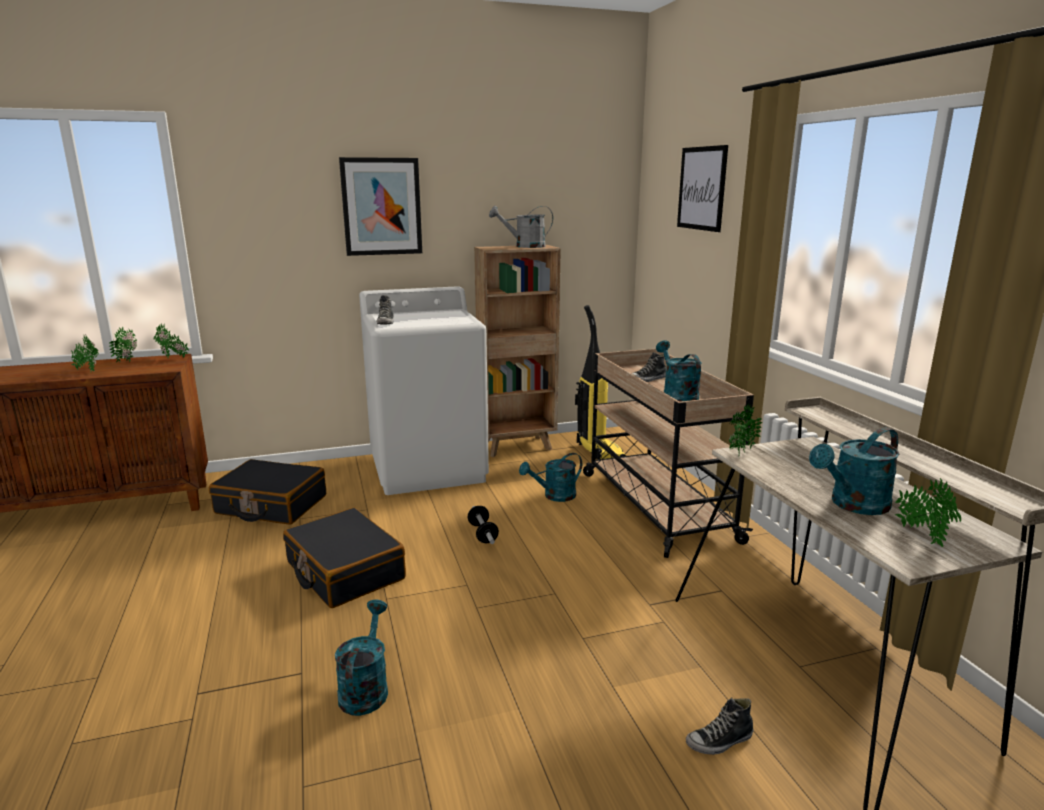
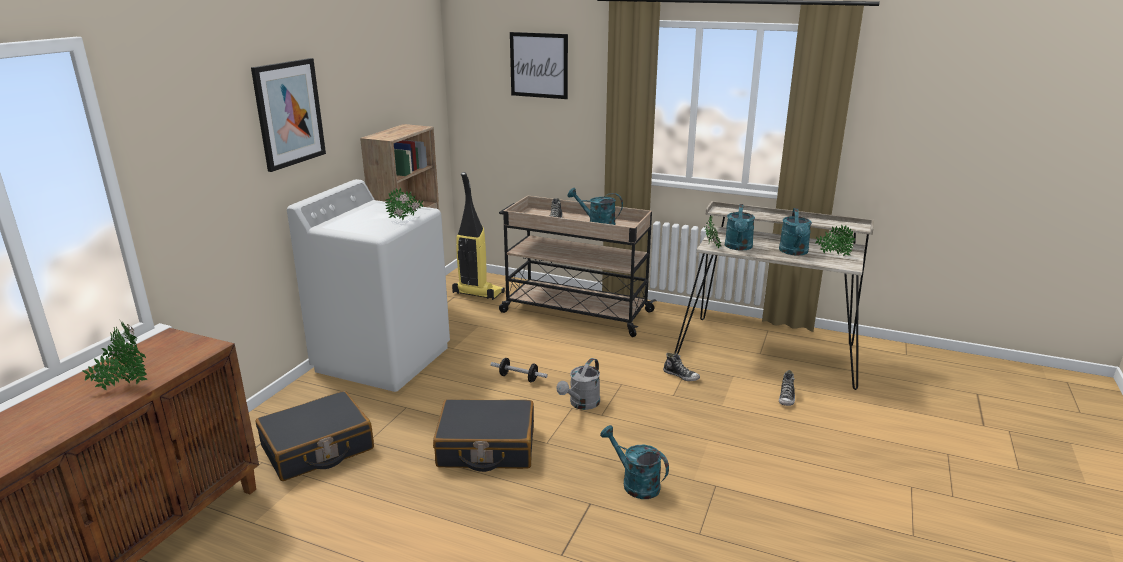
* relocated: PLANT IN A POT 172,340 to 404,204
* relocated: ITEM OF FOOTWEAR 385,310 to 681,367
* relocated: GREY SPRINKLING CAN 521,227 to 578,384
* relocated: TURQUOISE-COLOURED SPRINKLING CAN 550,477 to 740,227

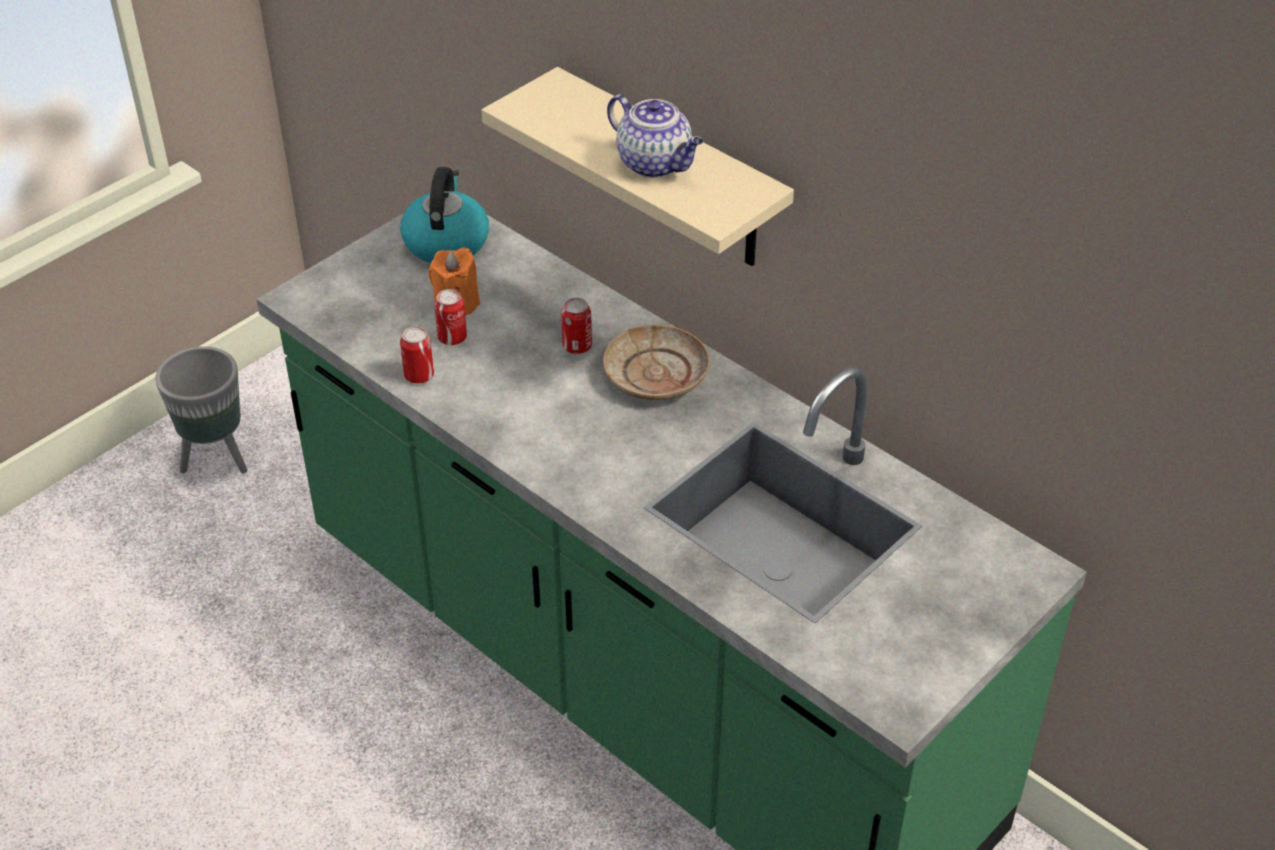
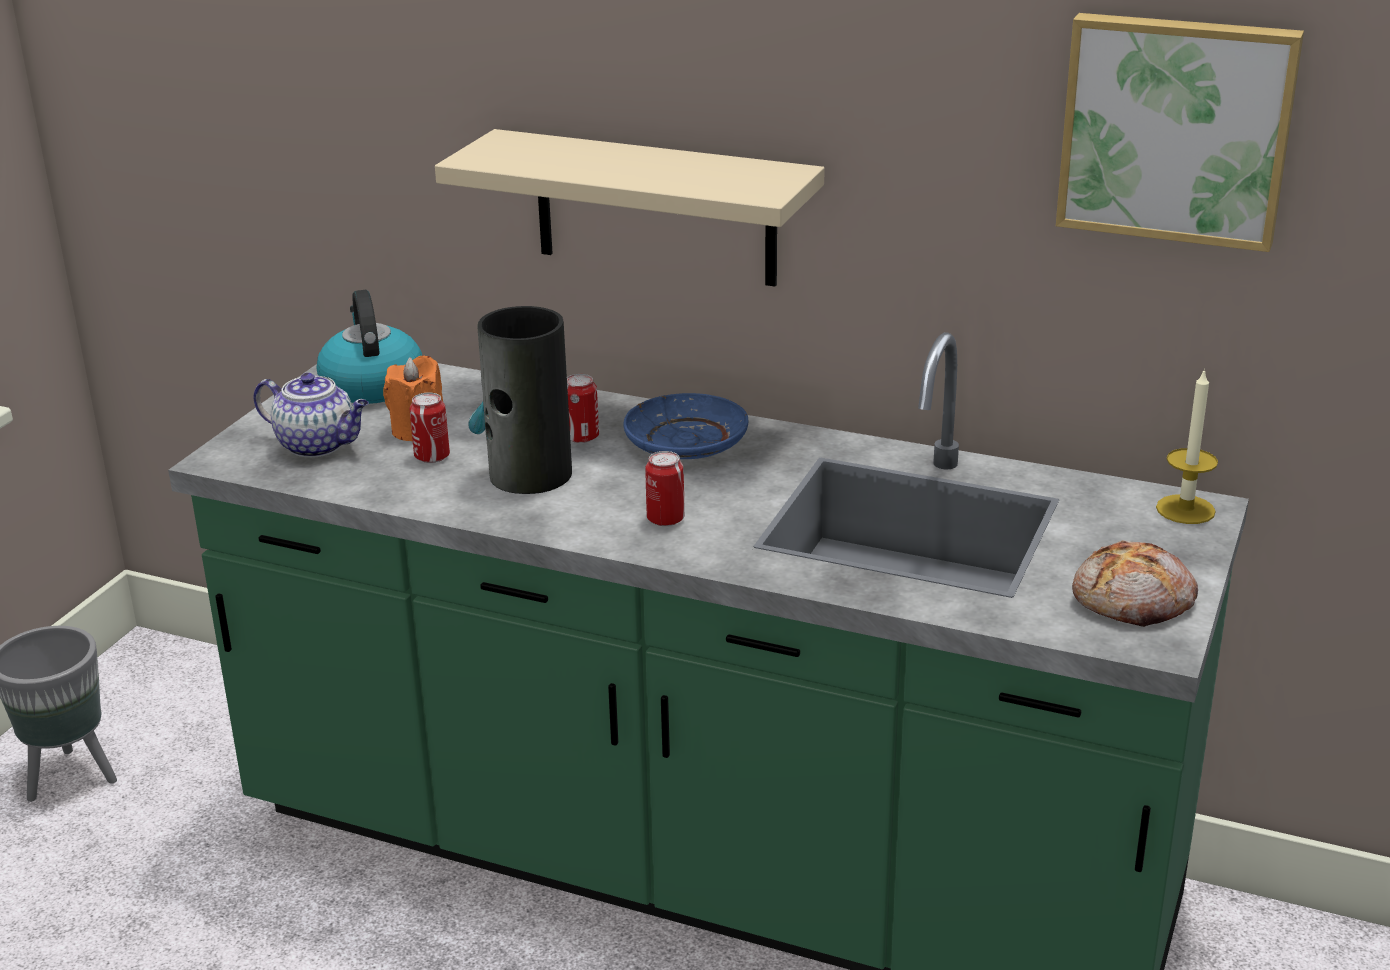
* appeared: DECORATIVE VASE 520,400
* appeared: PICTURE 1180,132
* appeared: BAKED BREAD 1135,583
* appeared: WAX CANDLE 1187,446
* relocated: METAL CAN 417,355 to 665,488
* relocated: TEA POT 655,136 to 311,415
* colour: SAND-COLOURED PLATE 656,363 to BLUISH PLATE 685,426

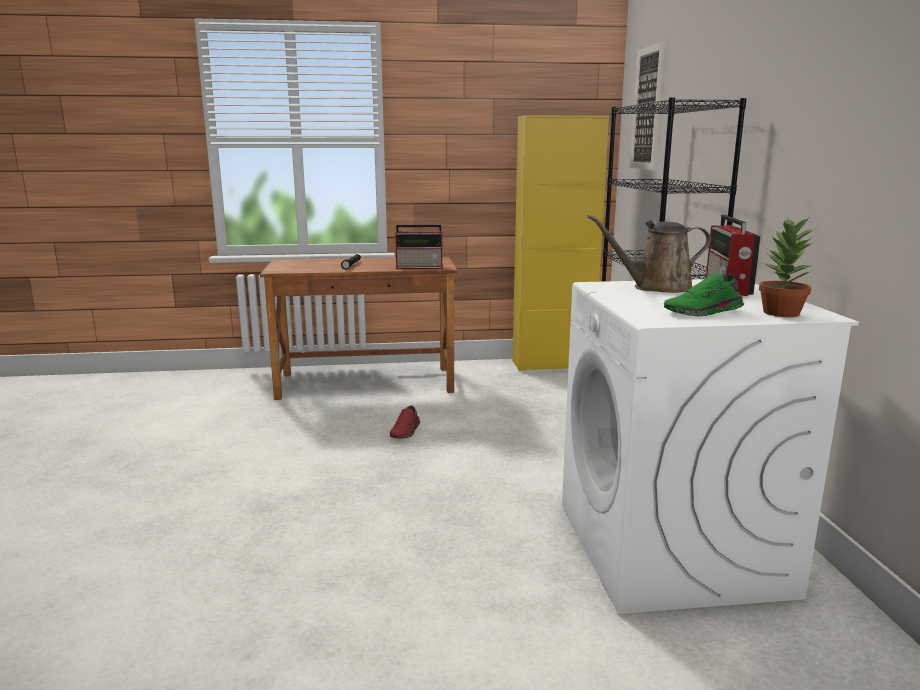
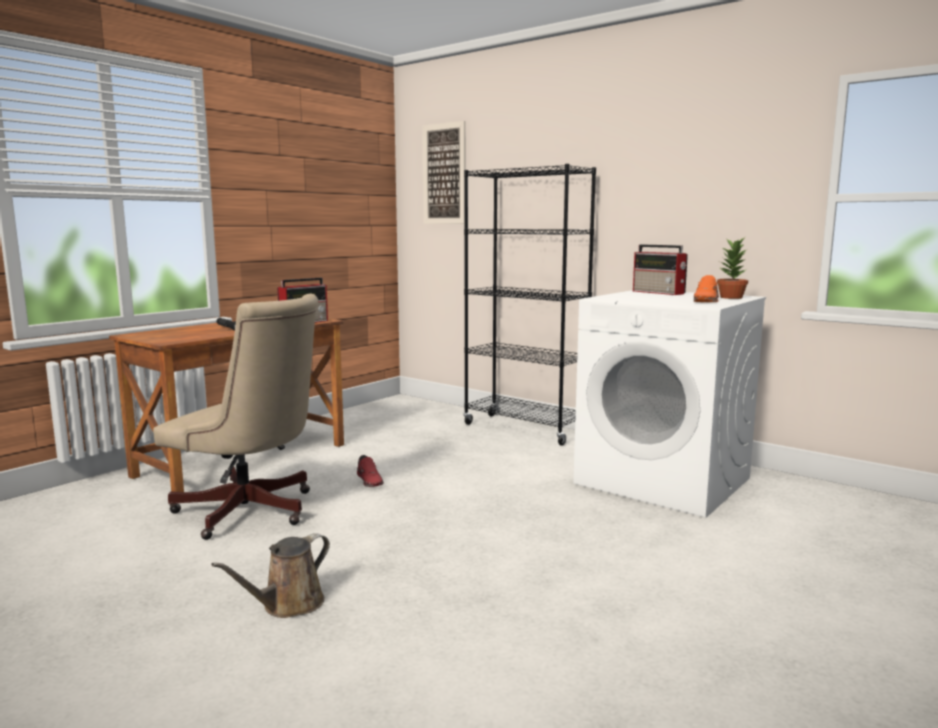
* missing: YELLOW-COLOURED CUPBOARD 560,243
* appeared: SAND-COLOURED OFFICE CHAIR 236,417
* relocated: BROWNISH SPRINKLING CAN 649,253 to 270,575
* colour: GREENISH ITEM OF FOOTWEAR 704,294 to ORANGEY ITEM OF FOOTWEAR 706,288

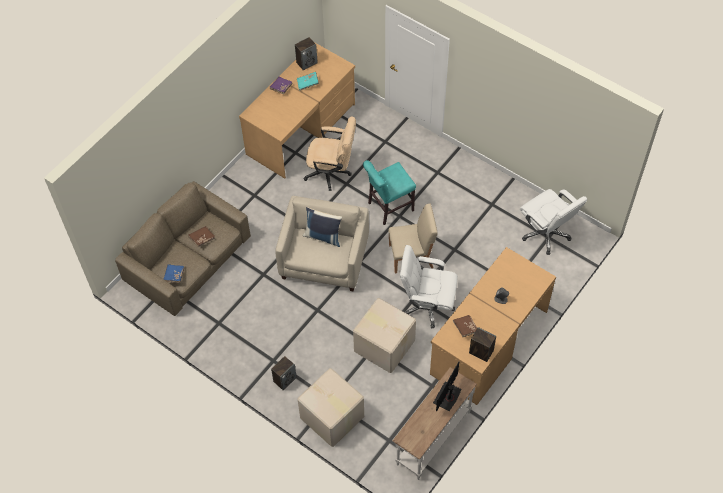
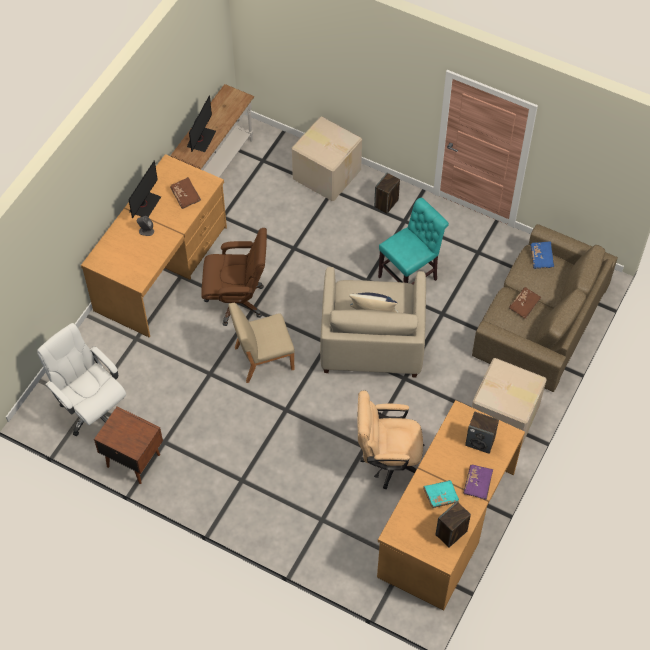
* appeared: BROWNISH NIGHT TABLE 128,445
* appeared: MONITOR 144,190
* relocated: PACKING BOX 384,335 to 509,402
* relocated: TURQUOISE-COLOURED UPRIGHT CHAIR 389,192 to 413,241
* relocated: LOUDSPEAKER 482,344 to 482,433
* colour: WHITISH OFFICE CHAIR 429,286 to BROWNISH OFFICE CHAIR 234,277

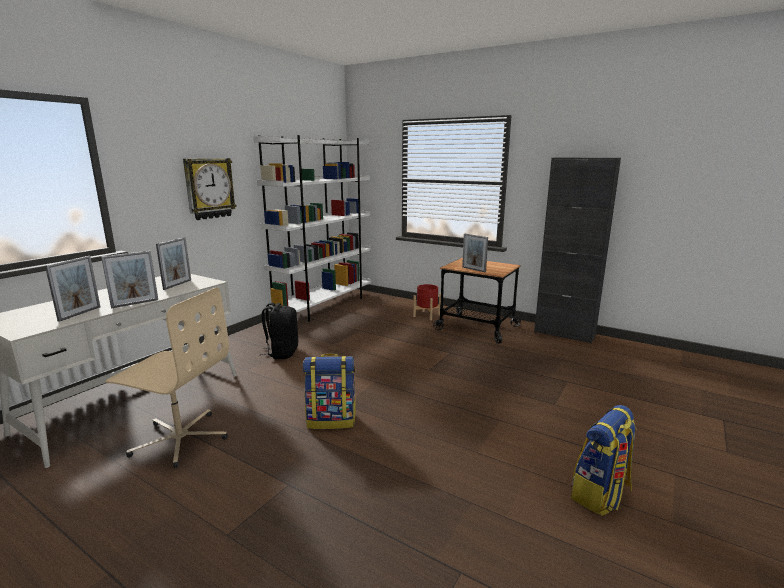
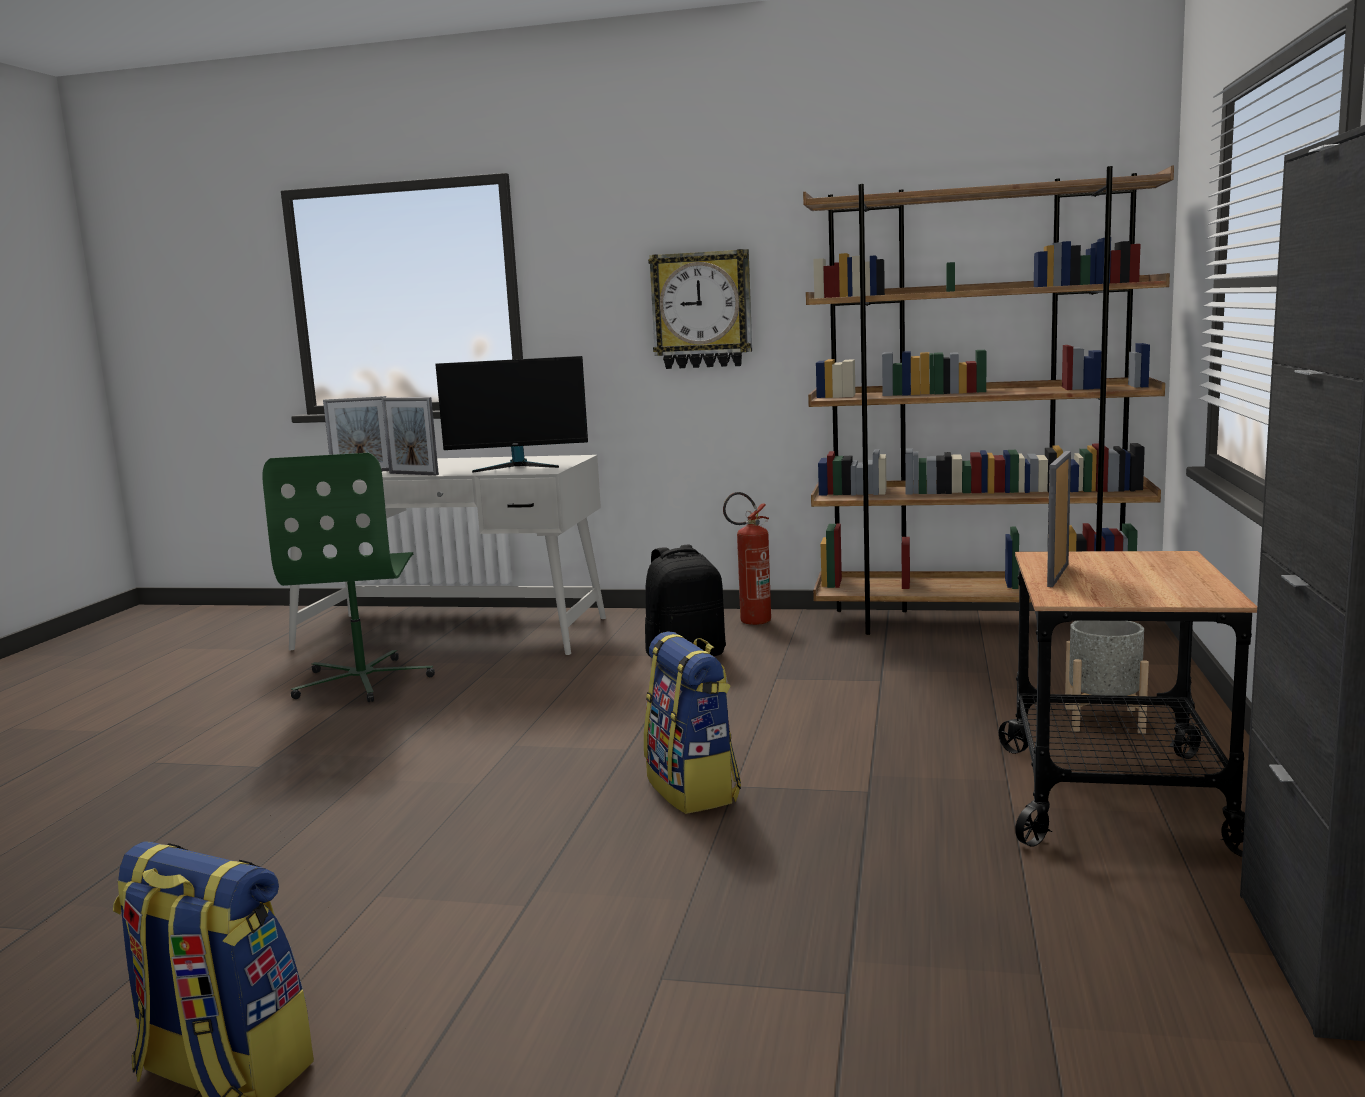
* appeared: FIRE EXTINGUISHER 747,558
* relocated: RUCKSACK 329,391 to 692,722
* exchanged: PICTURE FRAME 173,263 to MONITOR 511,414
* colour: SAND-COLOURED OFFICE CHAIR 167,377 to GREENISH OFFICE CHAIR 348,577
* colour: WHITISH BOOKSHELF 312,228 to BROWNISH BOOKSHELF 988,400
* colour: RED PLANT POT 427,302 to GREY PLANT POT 1107,676

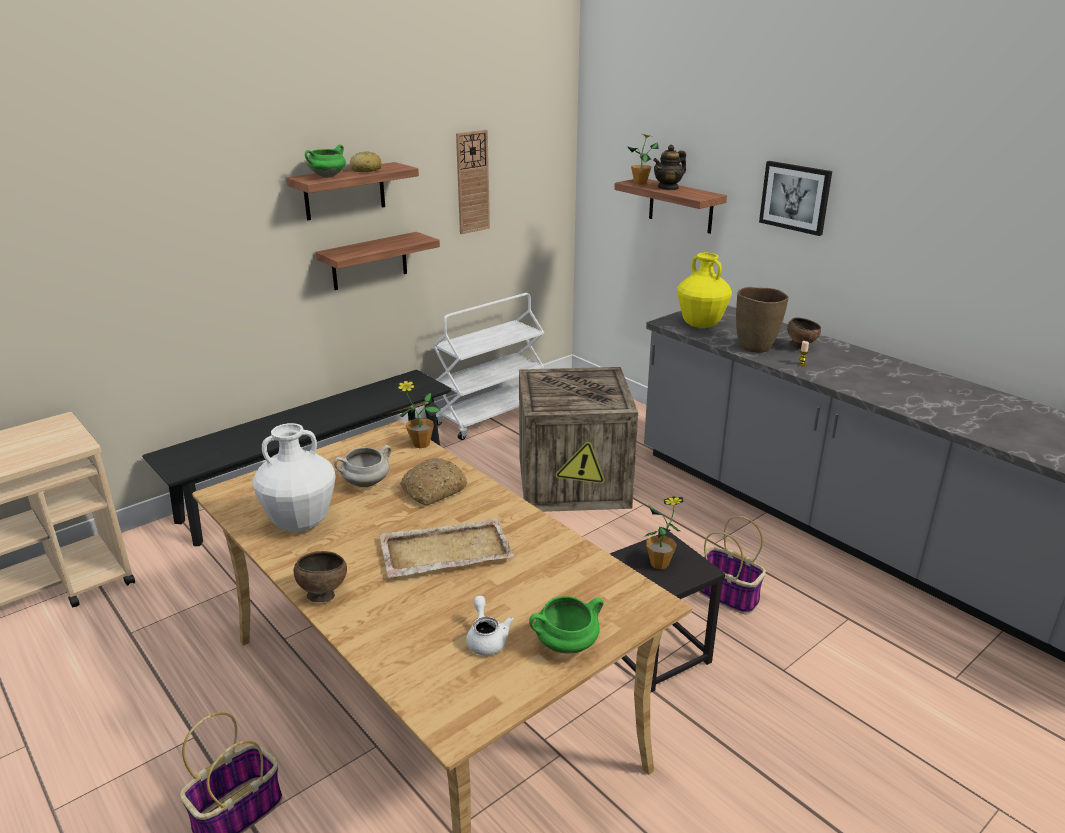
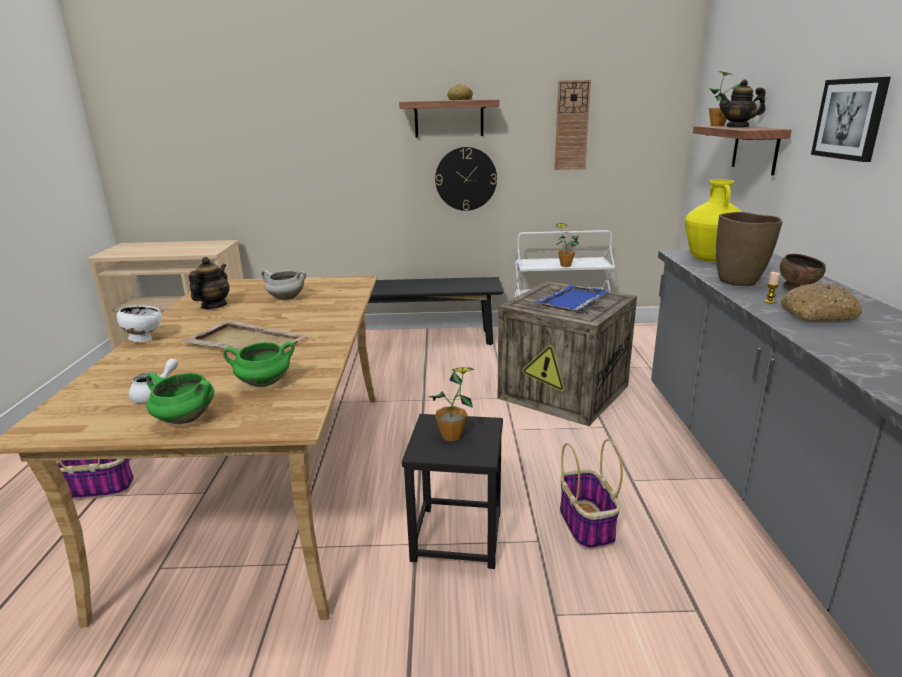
* appeared: BLUISH TRAY 573,298
* relocated: GREENISH SAUCEPOT 325,161 to 259,364
* relocated: PLANT IN A POT 418,414 to 567,245
* relocated: BAKED BREAD 433,481 to 821,302
* exchanged: WHITISH DECORATIVE VASE 294,477 to TEA POT 209,283
* exchanged: BRACKET SHELF 377,261 to HANGING CLOCK 466,179
* colour: BROWNISH BOWL 320,576 to WHITISH BOWL 139,323

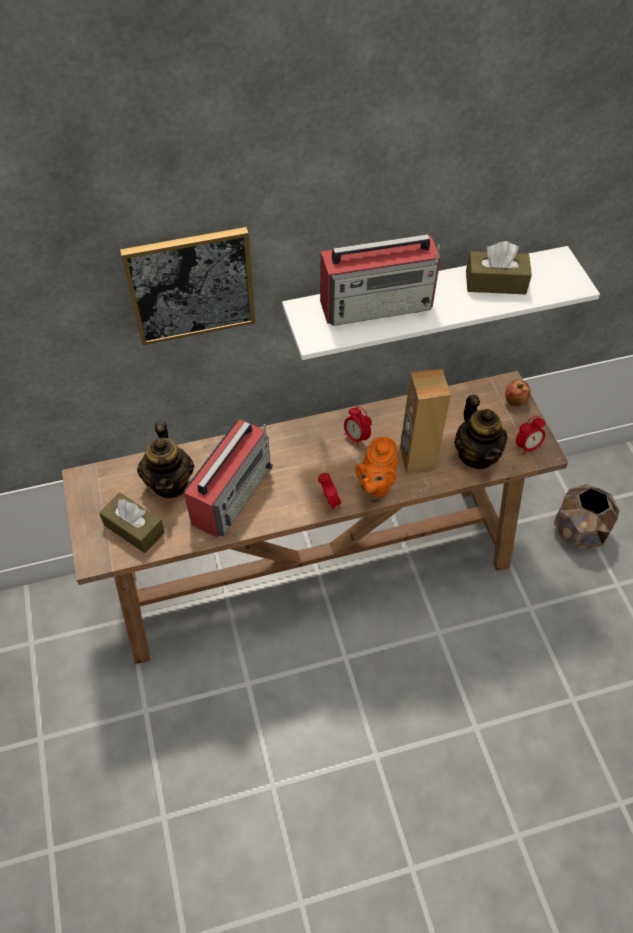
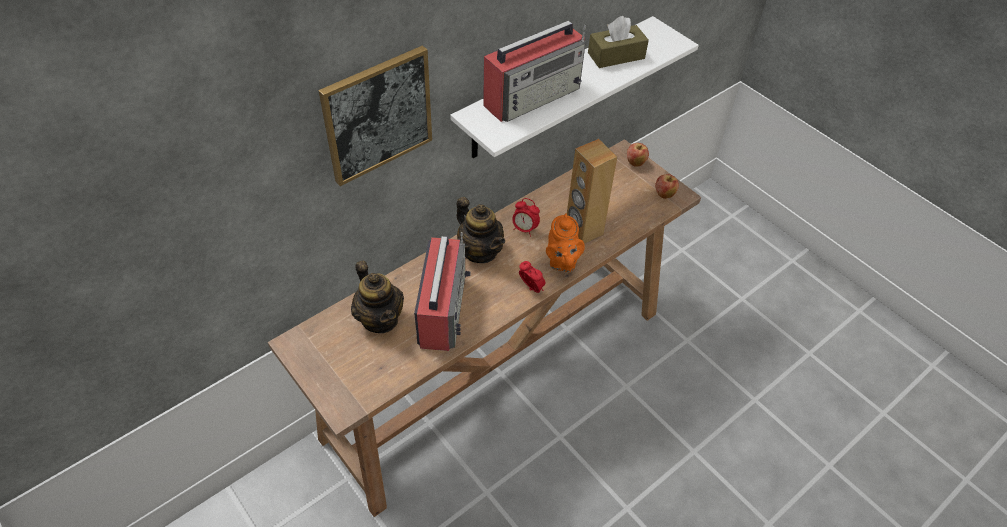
* missing: BROWNISH TISSUE HOLDER 132,523
* missing: BROWNISH PLANT POT 586,517
* relocated: TEA POT 480,432 to 480,230
* exchanged: ALARM CLOCK 530,435 to APPLE 667,186

